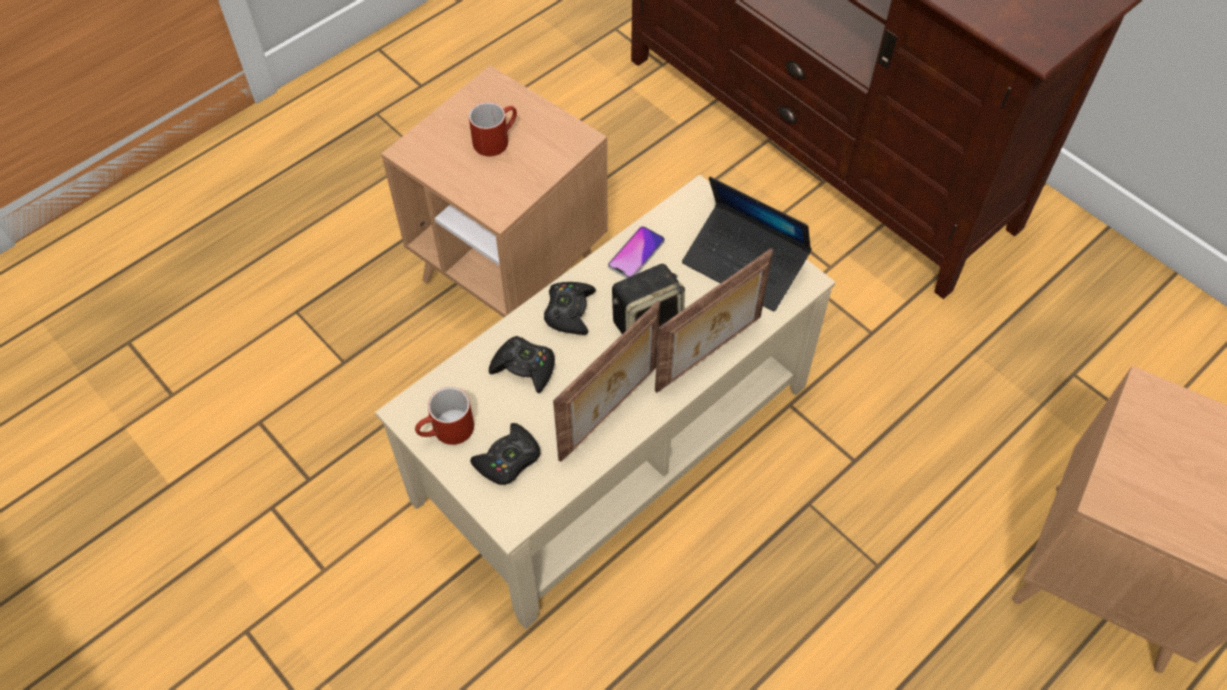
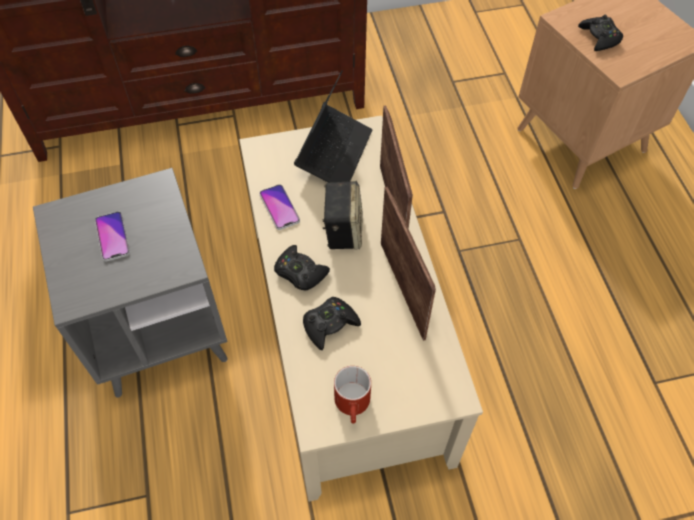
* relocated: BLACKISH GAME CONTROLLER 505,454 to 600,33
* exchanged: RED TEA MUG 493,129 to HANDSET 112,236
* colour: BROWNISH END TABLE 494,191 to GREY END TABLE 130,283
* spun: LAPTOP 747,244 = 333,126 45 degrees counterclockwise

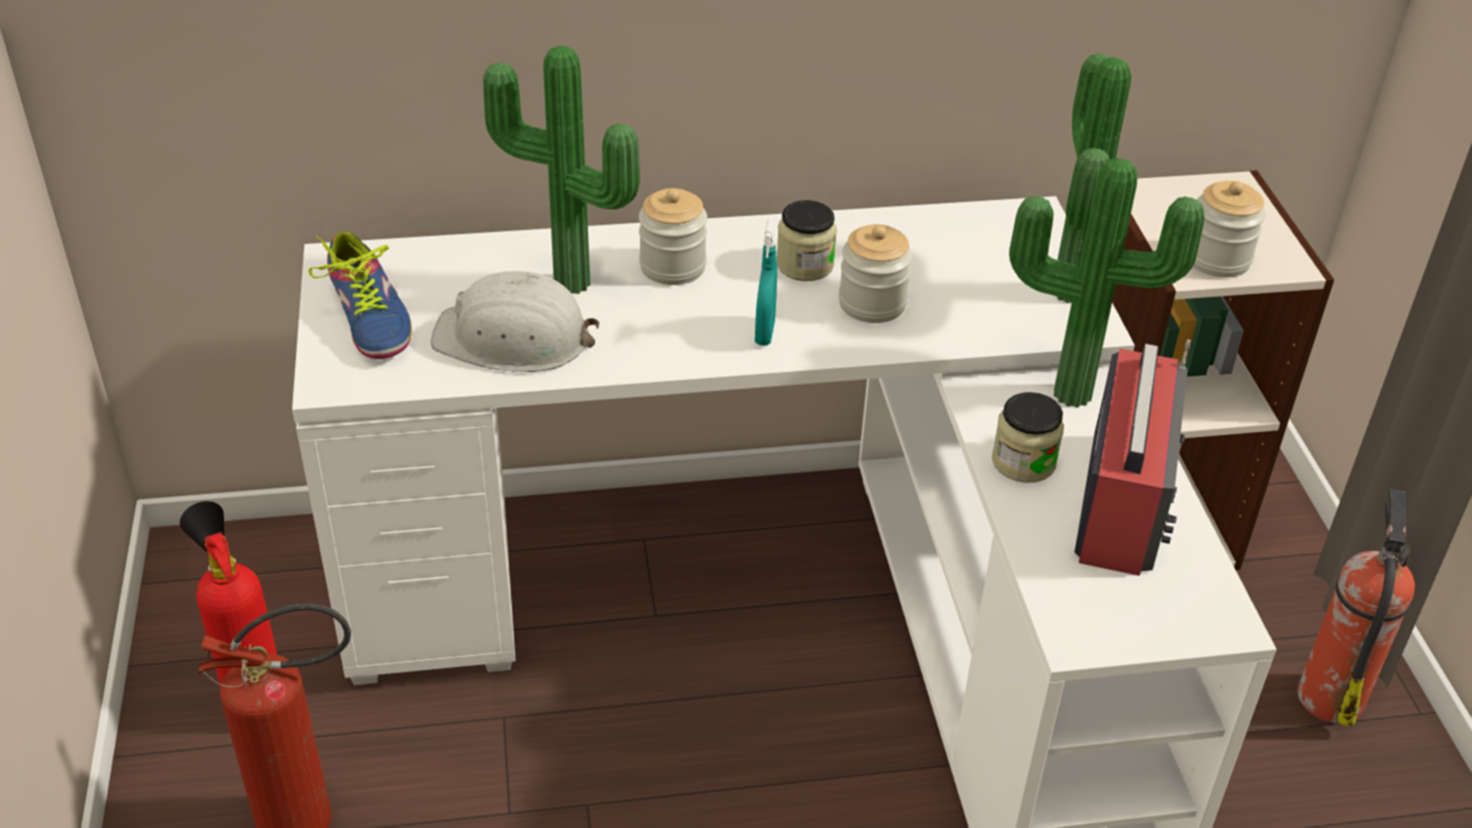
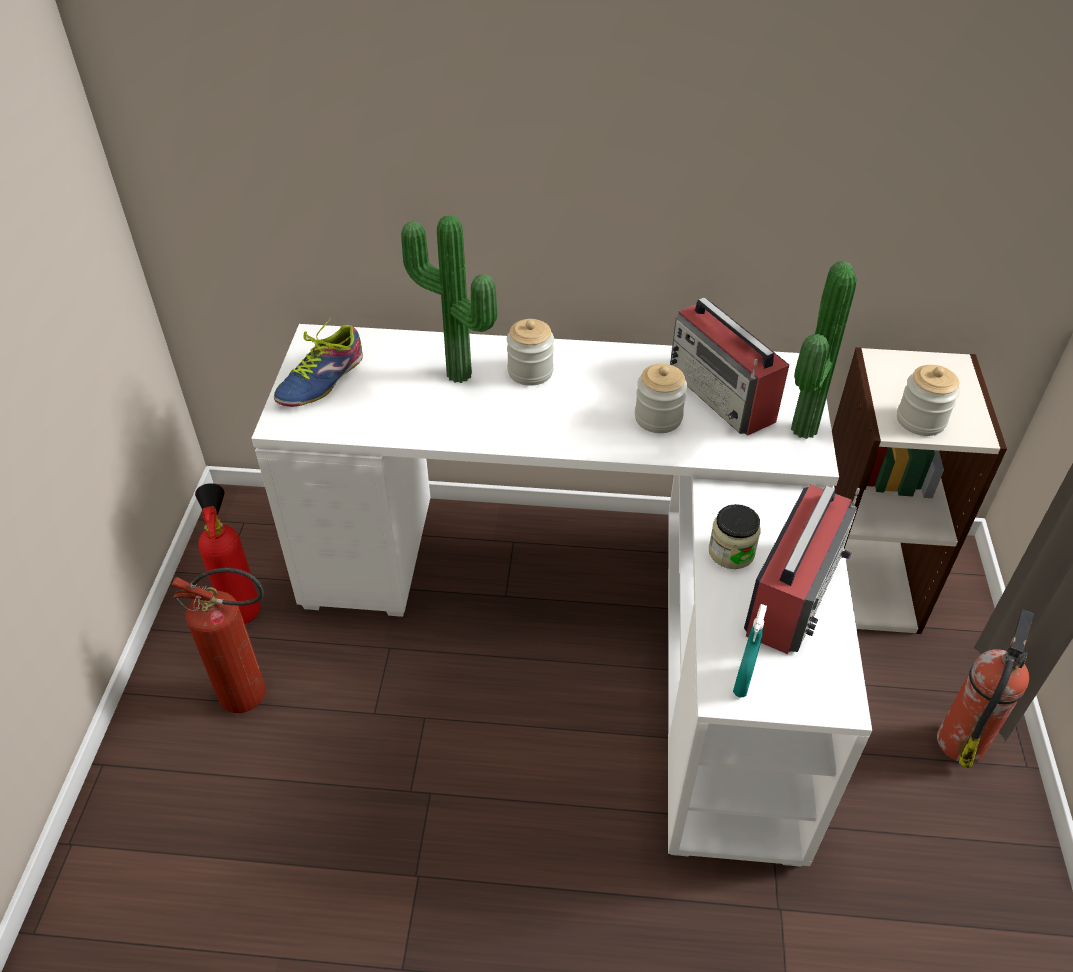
* missing: WHITISH SAFETY HELMET 515,321
* missing: STORAGE JAR 806,240
* missing: PLANT IN A POT 1107,283
* appeared: RADIO 729,366
* relocated: TURQUOISE-COLOURED SPRAYER 766,282 to 750,650
* spun: ITEM OF FOOTWEAR 360,295 = 318,362 45 degrees clockwise

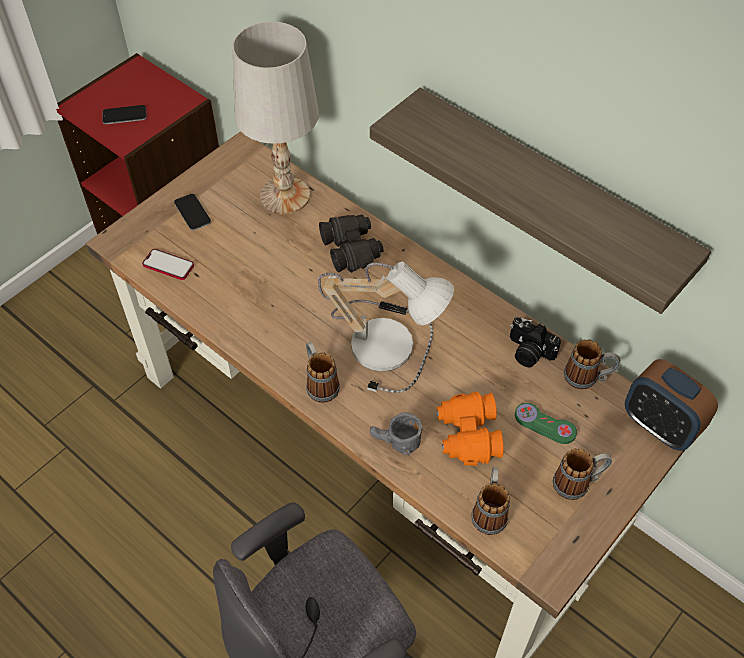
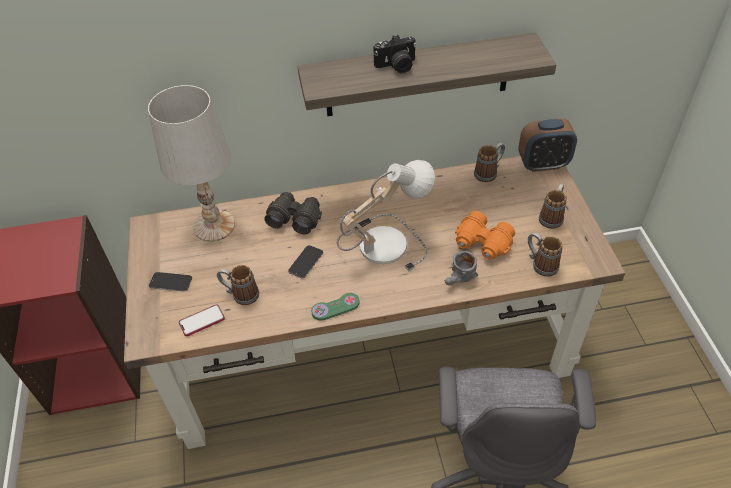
* relocated: HANDSET 124,114 to 305,262
* relocated: TEA MUG 323,372 to 238,285
* relocated: STILL CAMERA 535,342 to 394,54
* relocated: GREENISH GAME CONTROLLER 546,423 to 335,306

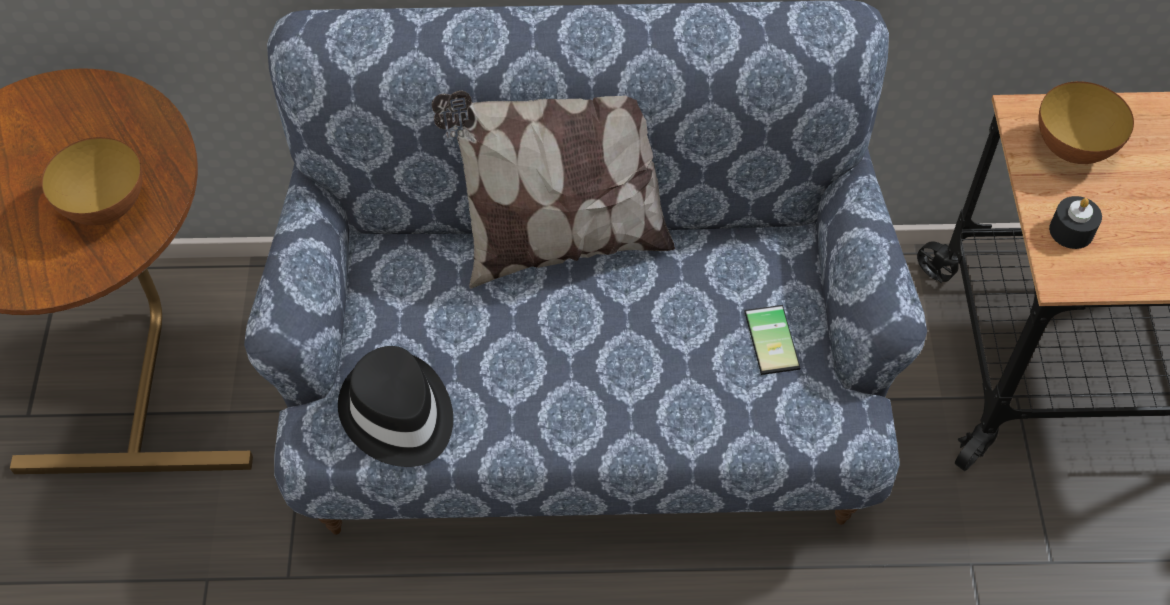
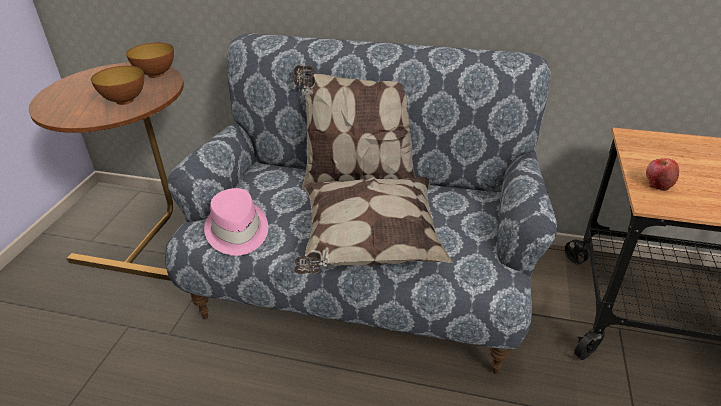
* missing: HANDSET 772,340
* appeared: PILLOW 373,225
* relocated: BOWL 1086,122 to 150,60
* exchanged: BLACKISH WAX CANDLE 1075,222 to APPLE 662,174
* colour: BLACKISH WEARABLE HAT 395,406 to PINKISH WEARABLE HAT 236,221

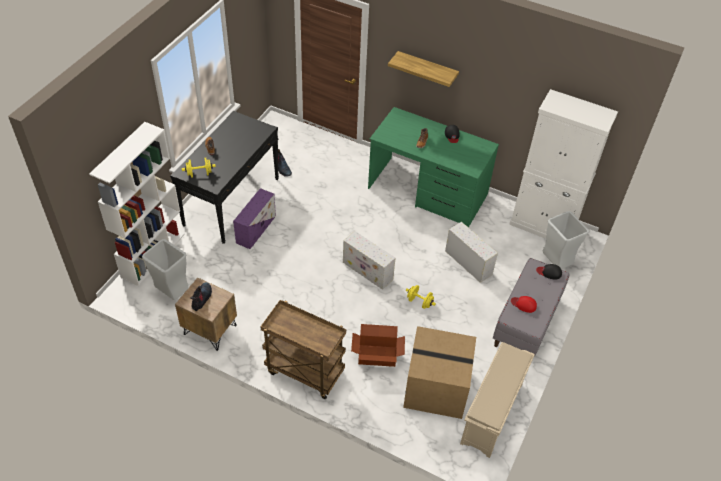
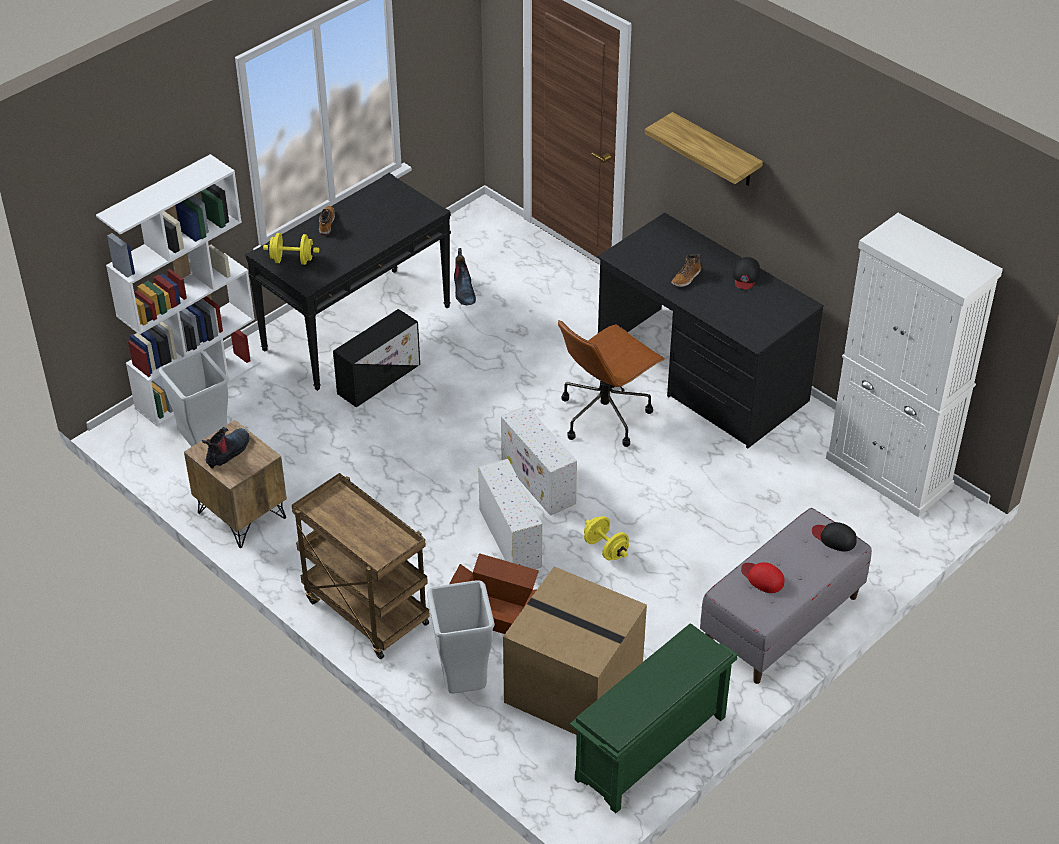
* appeared: BROWNISH OFFICE CHAIR 611,383
* relocated: WHITISH STORAGE CONTAINER 471,252 to 510,514
* relocated: GREY WASTE BIN 565,240 to 461,637
* colour: PURPLE STORAGE CONTAINER 254,218 to BLACKISH STORAGE CONTAINER 376,358
* colour: GREENISH DESK TABLE 433,167 to BLACKISH DESK TABLE 711,331
* colour: SAND-COLOURED SHOE SHELF 497,400 to GREENISH SHOE SHELF 653,718

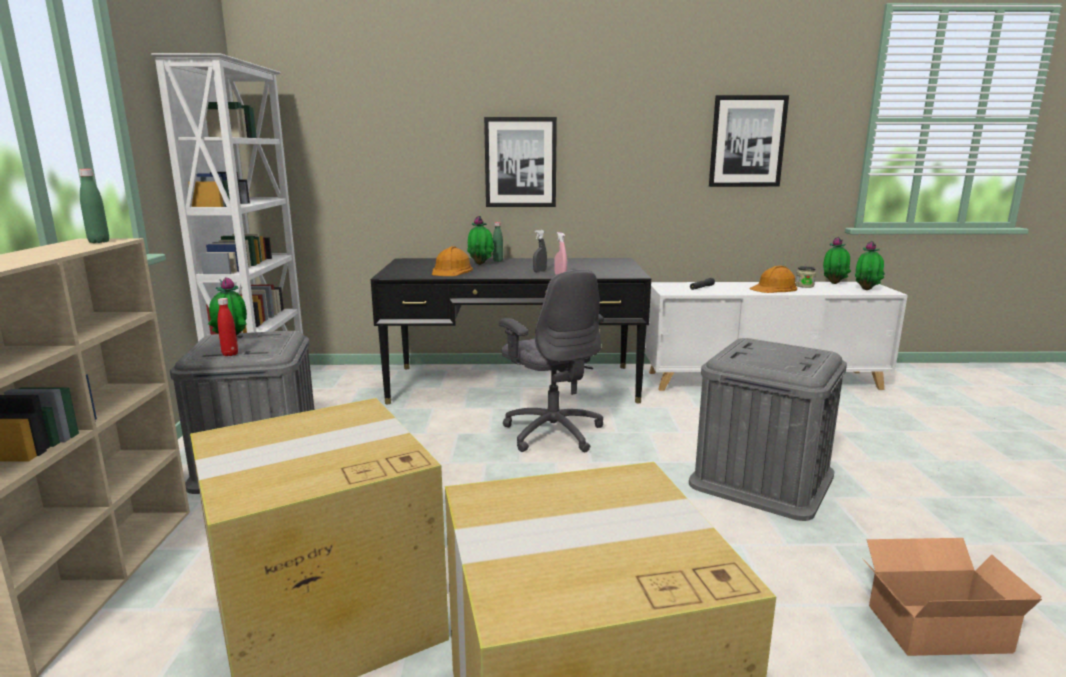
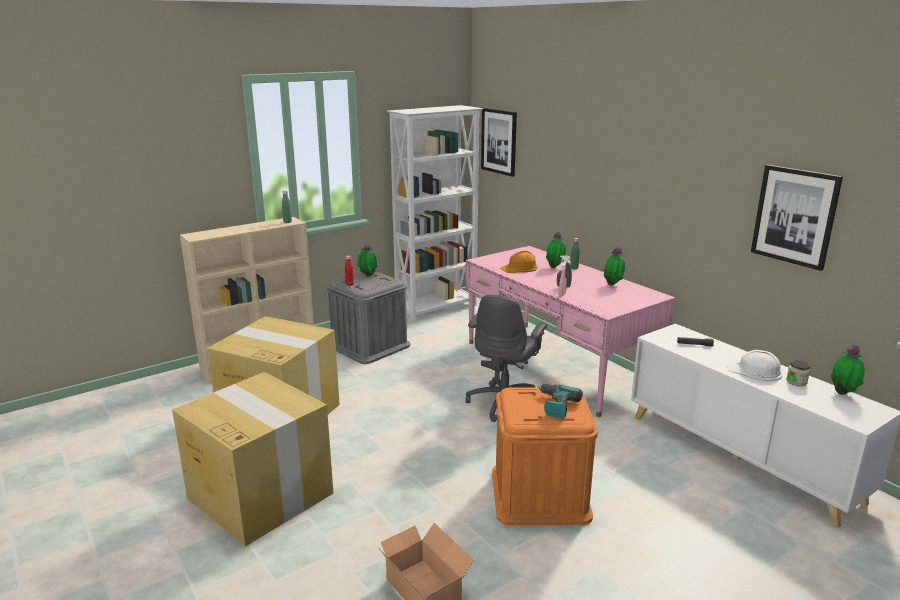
* appeared: DRILL 560,401
* relocated: PICTURE 520,162 to 499,142
* relocated: PLANT IN A POT 870,265 to 614,266
* colour: BLACKISH DESK TABLE 511,331 to PINKISH DESK TABLE 570,331
* colour: GREY STORAGE CONTAINER 768,429 to ORANGEY STORAGE CONTAINER 545,456
* colour: ORANGEY SAFETY HELMET 773,279 to WHITISH SAFETY HELMET 754,366

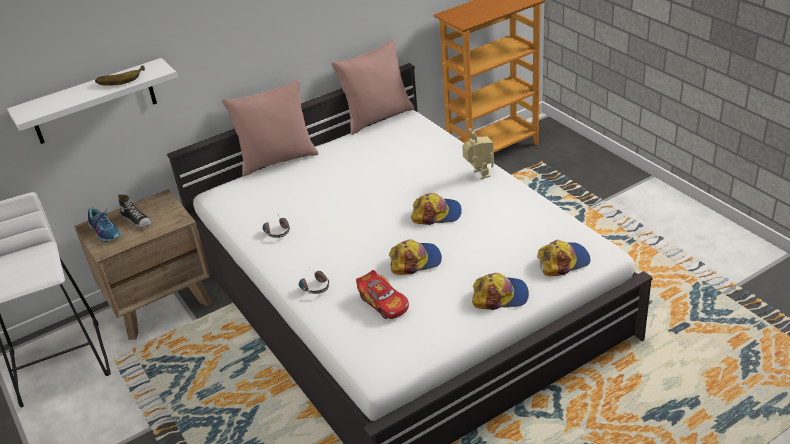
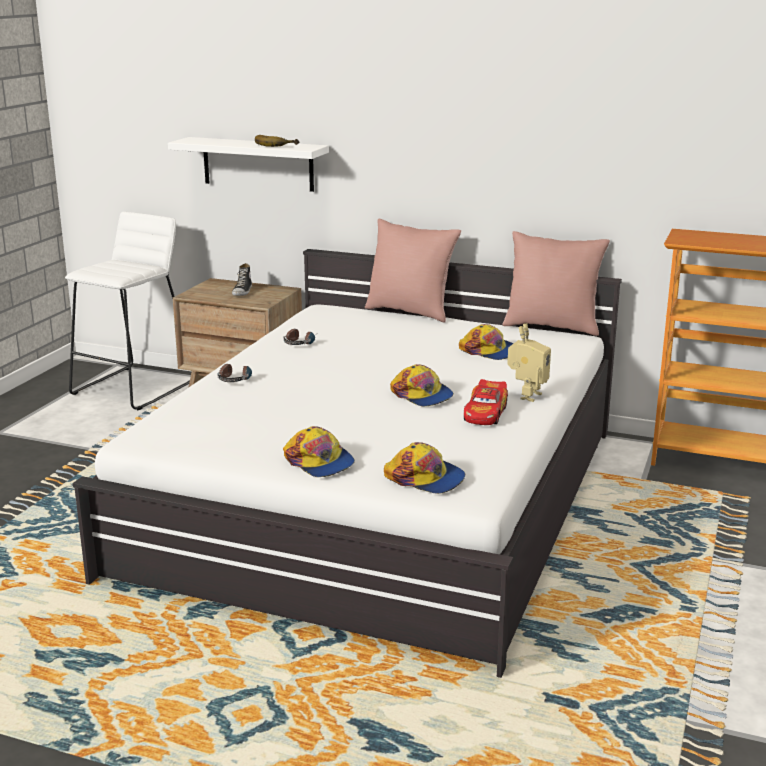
* missing: ITEM OF FOOTWEAR 104,225
* relocated: MODEL CAR 382,294 to 486,402
* relocated: CAP 415,257 to 486,342

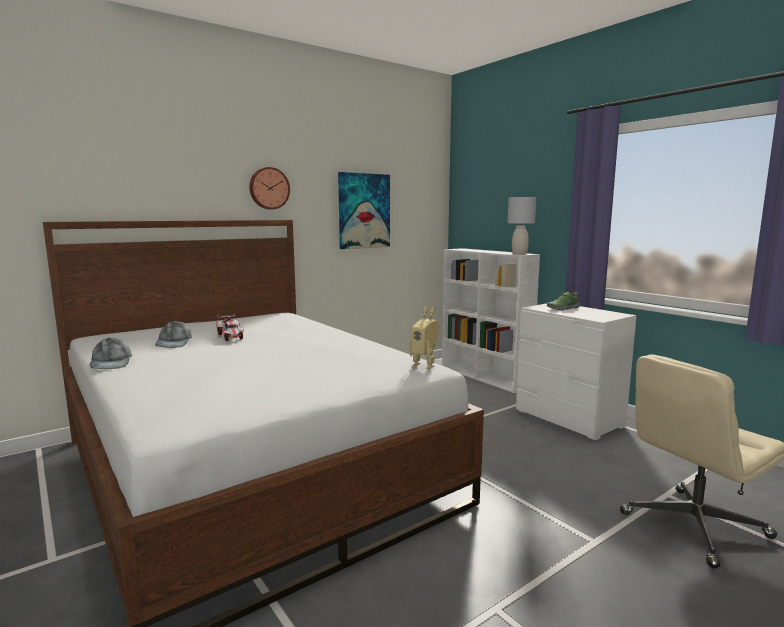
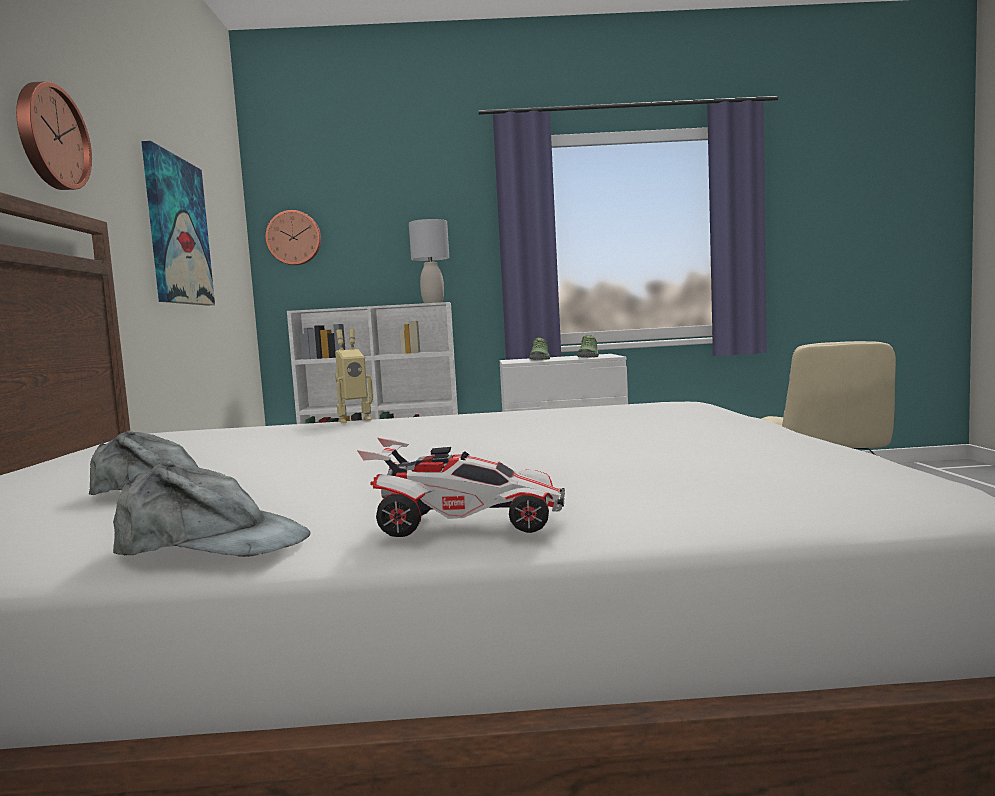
* appeared: HANGING CLOCK 293,237
* appeared: ITEM OF FOOTWEAR 588,346
* relocated: MODEL CAR 230,327 to 461,487
* relocated: MODEL ROBOT 423,337 to 354,376

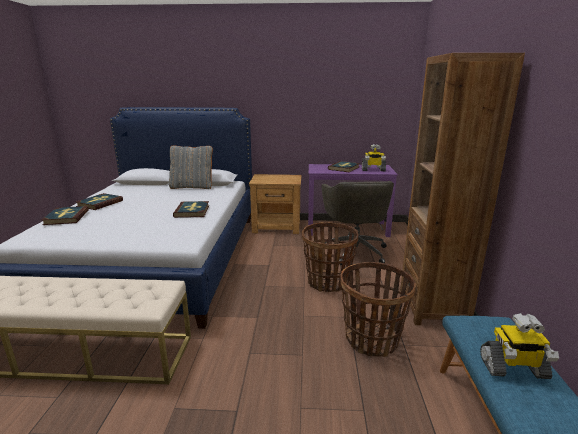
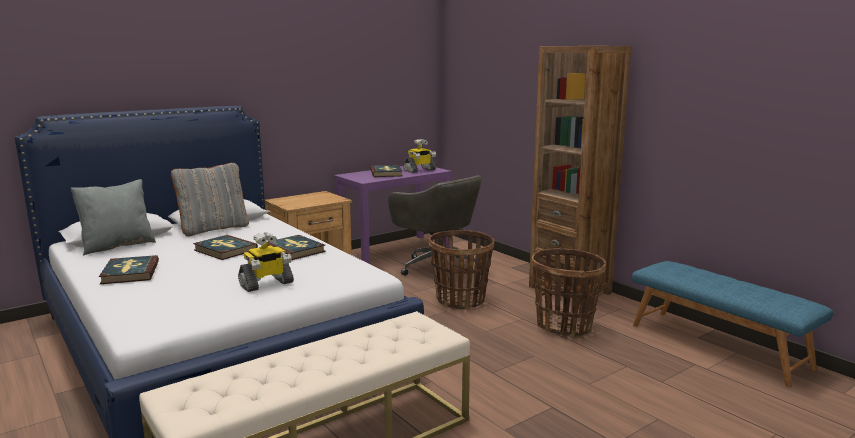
* appeared: GREY PILLOW 113,217
* relocated: BOOK 65,215 to 225,247
* relocated: MODEL ROBOT 519,346 to 266,262

